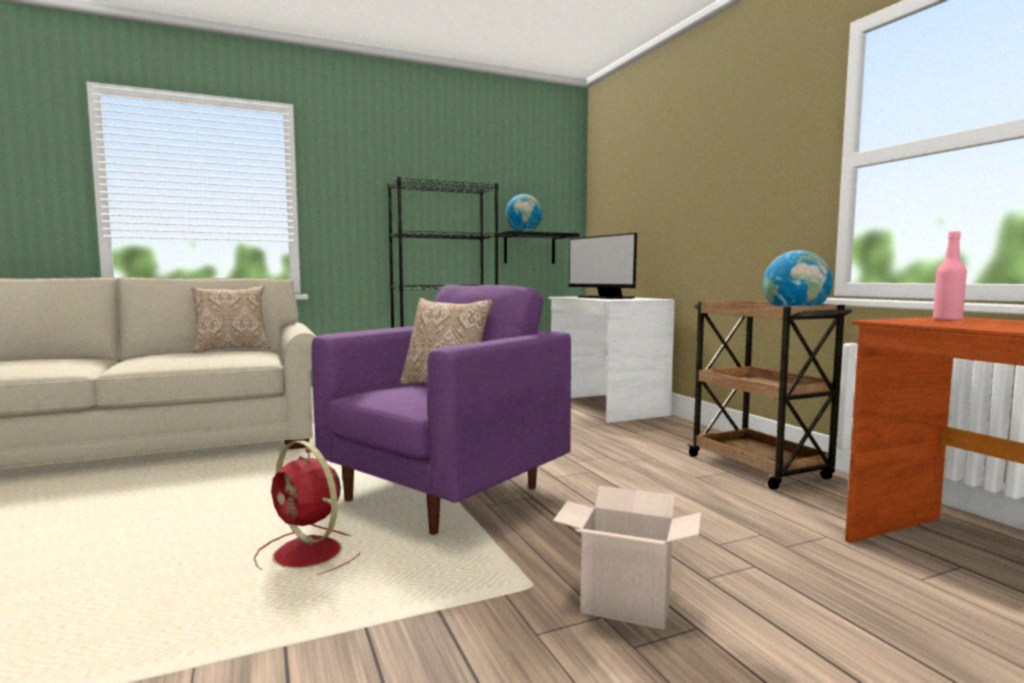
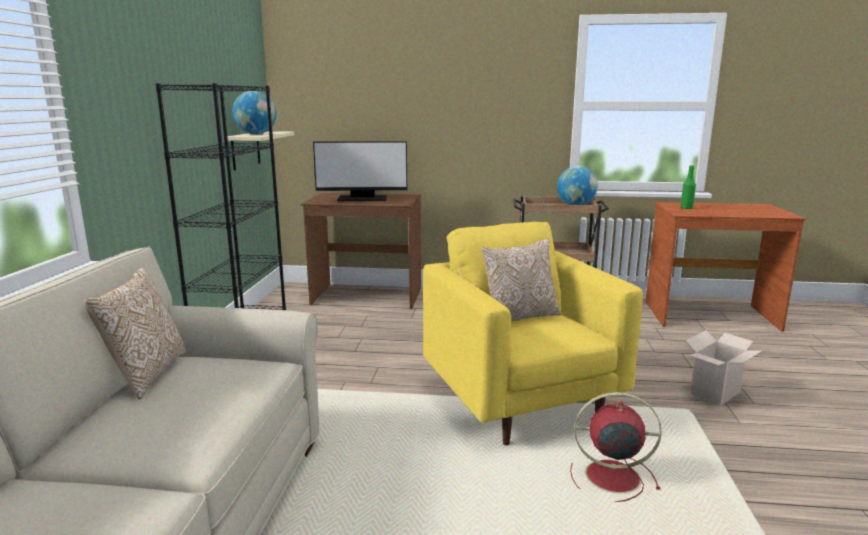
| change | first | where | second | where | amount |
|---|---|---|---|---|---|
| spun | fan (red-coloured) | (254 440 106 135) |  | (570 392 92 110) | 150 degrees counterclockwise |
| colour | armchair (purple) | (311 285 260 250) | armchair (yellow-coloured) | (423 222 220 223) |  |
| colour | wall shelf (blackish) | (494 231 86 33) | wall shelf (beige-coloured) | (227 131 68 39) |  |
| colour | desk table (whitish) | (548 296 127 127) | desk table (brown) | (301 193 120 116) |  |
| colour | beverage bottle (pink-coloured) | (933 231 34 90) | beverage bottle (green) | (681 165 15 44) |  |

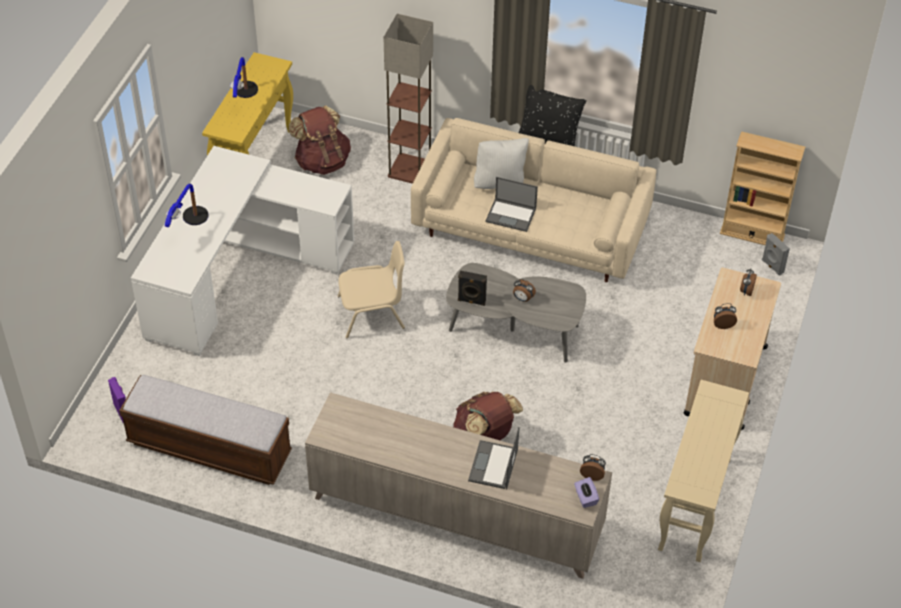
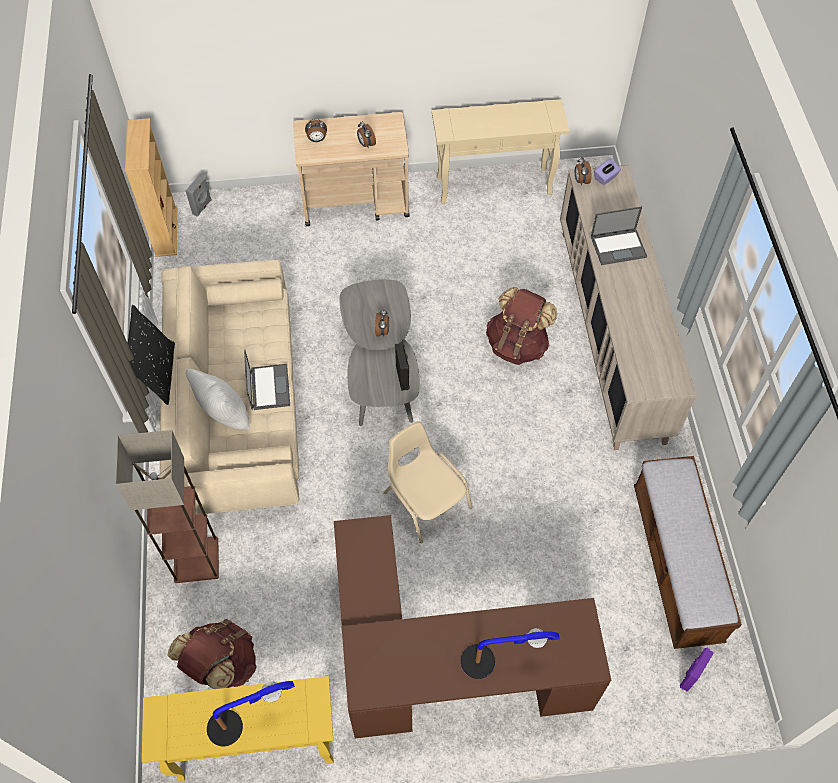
| change | first | where | second | where | amount |
|---|---|---|---|---|---|
| colour | desk table (whitish) | (131 146 223 210) | desk table (brown) | (334 515 277 224) |  |

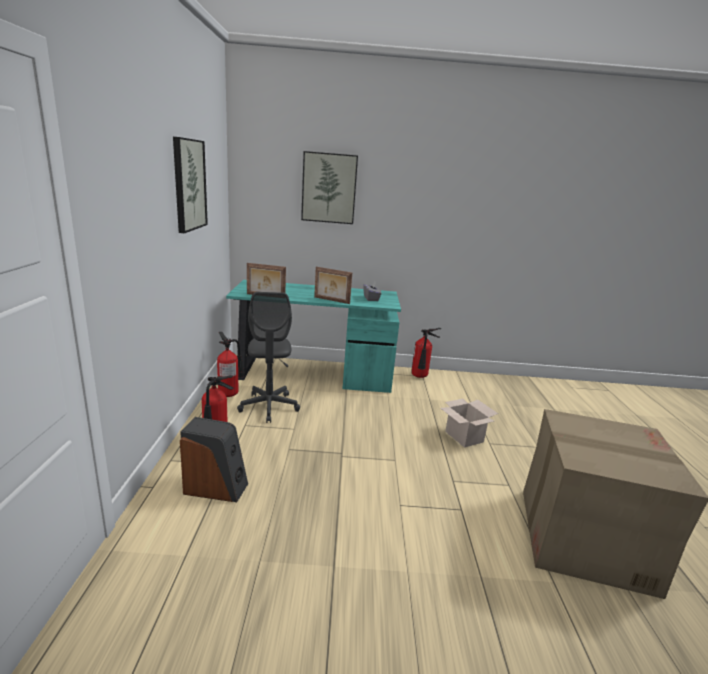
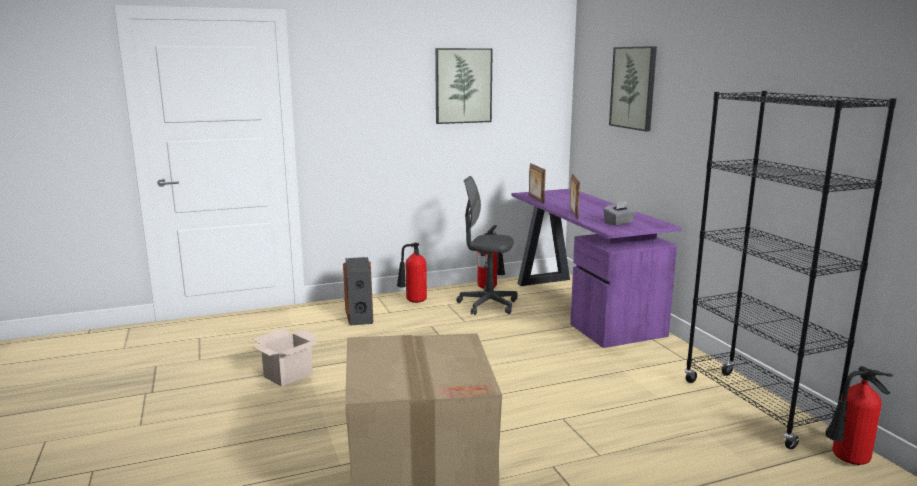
| change | first | where | second | where | amount |
|---|---|---|---|---|---|
| colour | desk table (turquoise) | (226 280 175 113) | desk table (purple) | (512 189 169 159) |  |
| spun | computer chair (greyish) | (237 292 63 131) |  | (456 176 62 139) | 45 degrees clockwise |
| relocated | fire-fighting cylinder | (411 328 30 50) |  | (826 366 67 99) |  |
| relocated | carton | (440 399 58 49) |  | (252 328 67 59) |  |
| appeared |  |  | bookcase (blackish) | (685 91 211 358) |  |

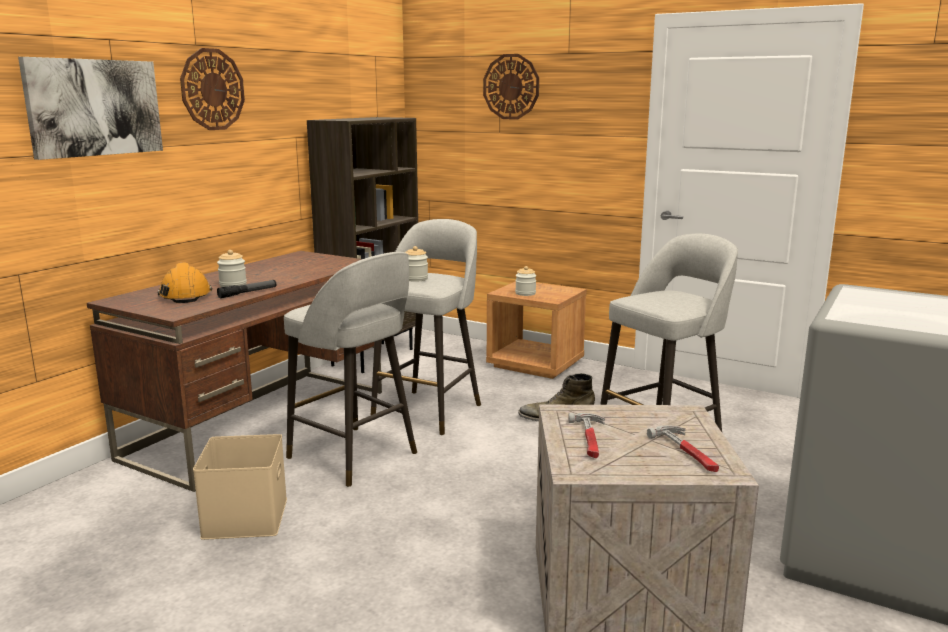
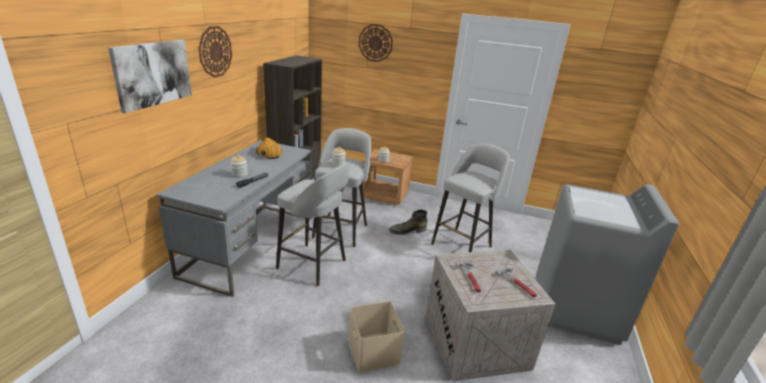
| change | first | where | second | where | amount |
|---|---|---|---|---|---|
| colour | desk table (brown) | (87 251 295 241) | desk table (greyish) | (156 140 156 157) |  |
| relocated | work helmet (orangey) | (157 263 56 40) |  | (256 138 26 21) |  |
| relocated | storage container (beige-coloured) | (193 434 94 106) |  | (348 301 57 72) |  |

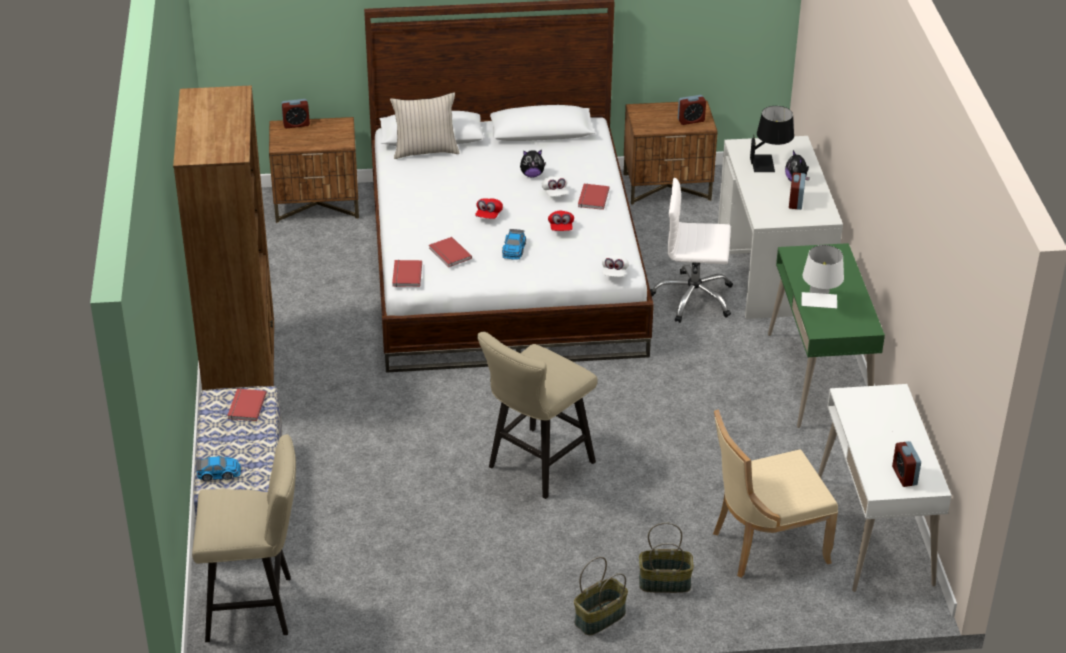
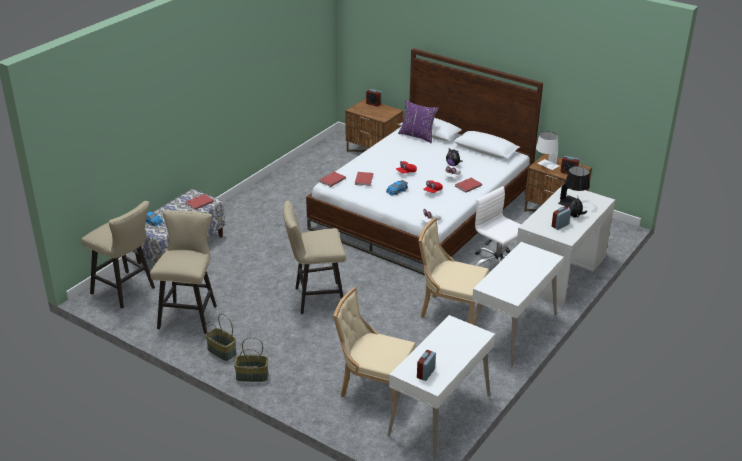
| change | first | where | second | where | amount |
|---|---|---|---|---|---|
| missing | bookcase (brown) | (173 85 101 305) |  |  |  |
| colour | cushion (beige-coloured) | (390 92 70 67) | cushion (purple) | (398 100 41 43) |  |
| relocated | household basket | (639 523 55 70) |  | (205 314 31 47) |  |
| colour | desk table (green) | (768 243 117 185) | desk table (whitish) | (472 242 92 124) |  |
| relocated | tabletop lamp (whitish) | (802 245 42 63) |  | (536 132 23 38) |  |
| appeared |  |  | stool seat (beige-coloured) | (150 210 67 124) |  |
| appeared |  |  | plain chair (beige-coloured) | (418 218 71 107) |  |

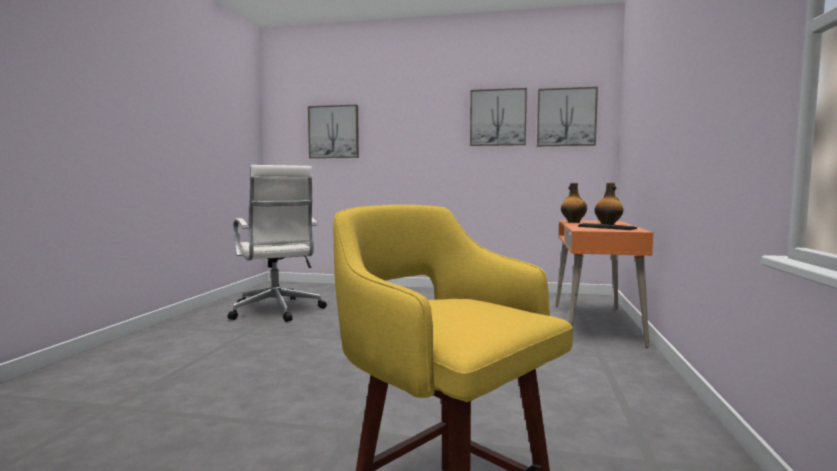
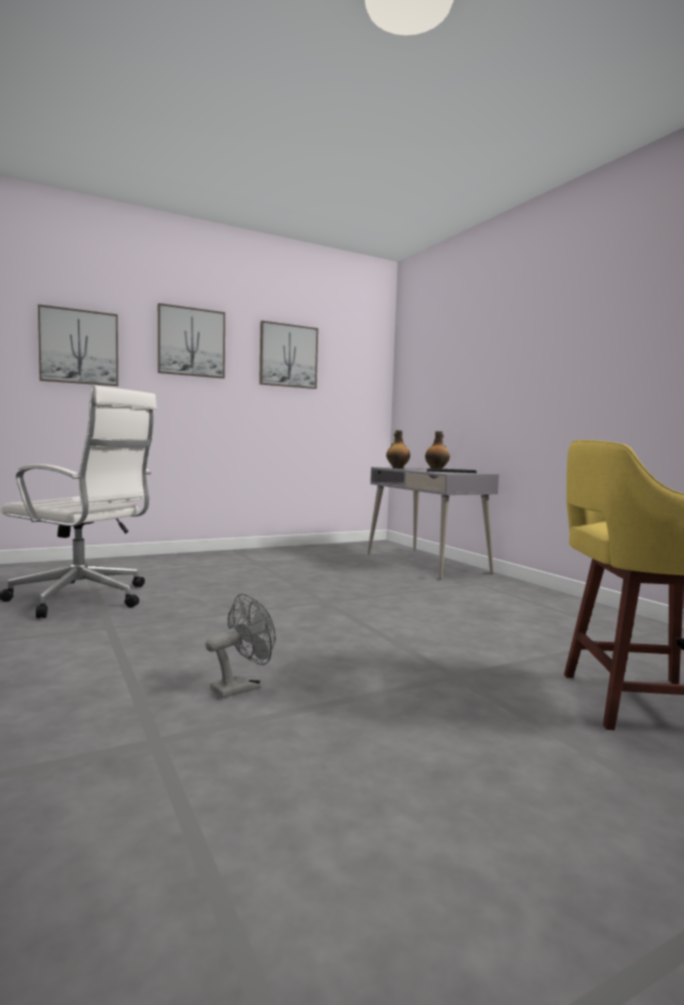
| change | first | where | second | where | amount |
|---|---|---|---|---|---|
| relocated | picture | (537 87 61 59) |  | (158 303 67 75) |  |
| colour | desk table (orangey) | (555 220 98 128) | desk table (greyish) | (367 467 132 112) |  |
| appeared |  |  | fan (greyish) | (205 594 71 104) |  |

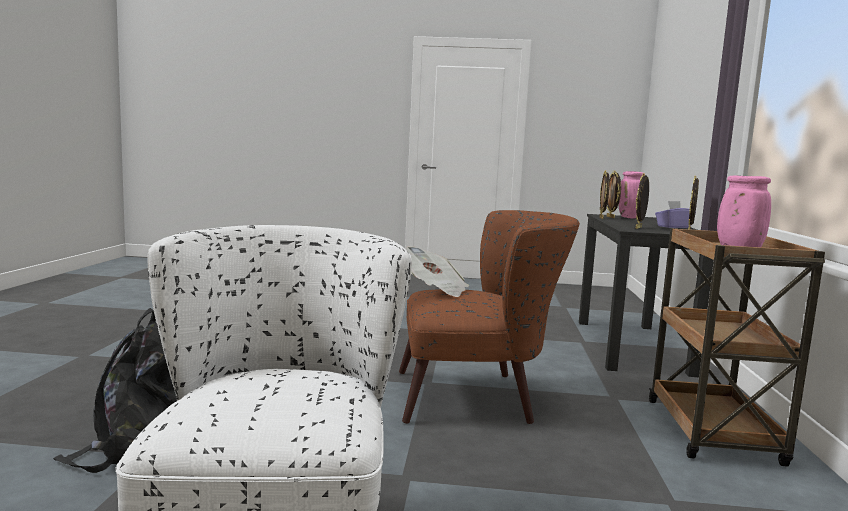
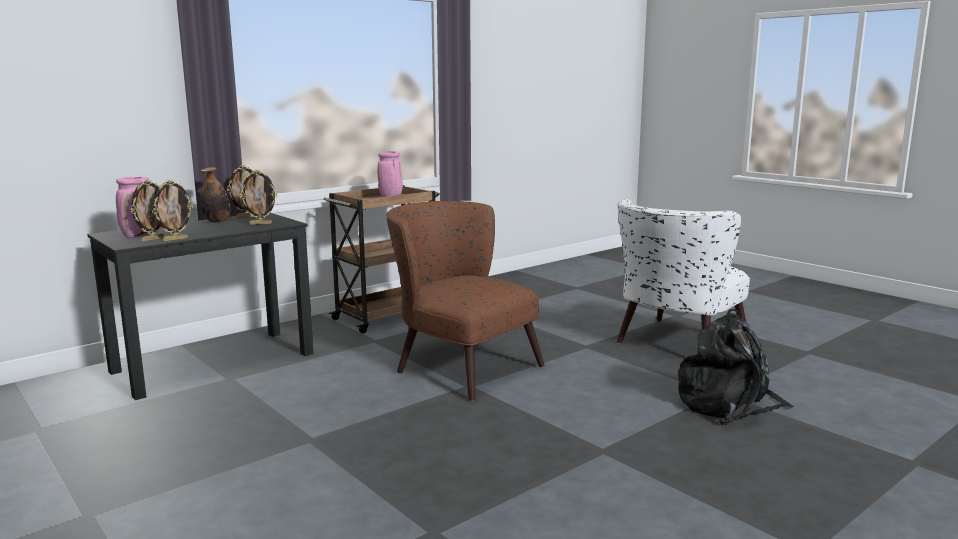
| change | first | where | second | where | amount |
|---|---|---|---|---|---|
| missing | printed paper | (406 246 63 51) |  |  |  |
| exchanged | tissue box (purple) | (655 201 41 27) | beverage bottle | (201 167 30 55) |  |

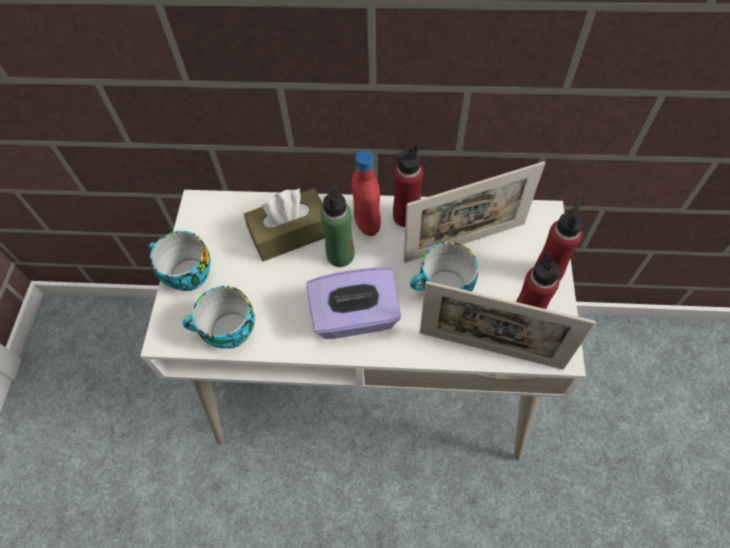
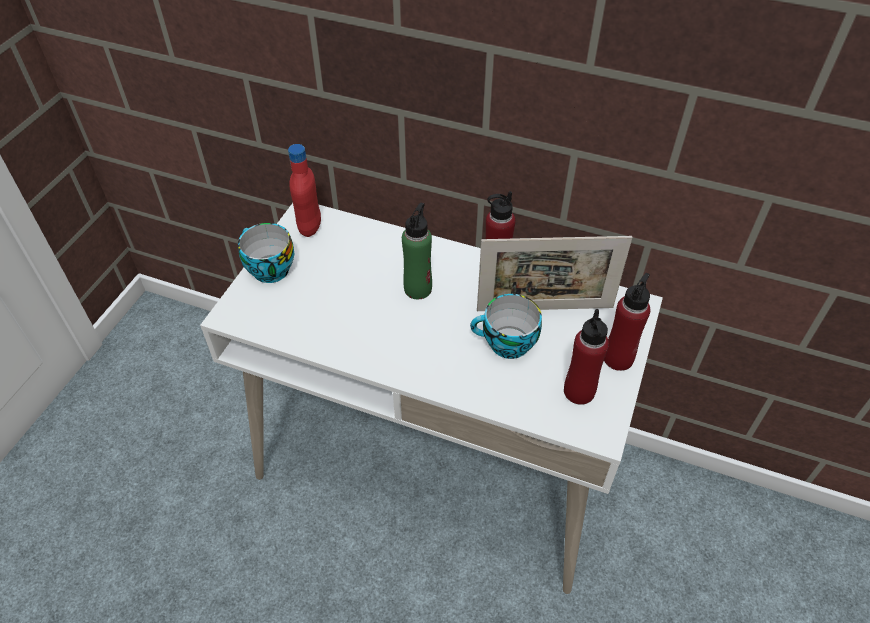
| change | first | where | second | where | amount |
|---|---|---|---|---|---|
| missing | small cup | (183 286 72 63) |  |  |  |
| missing | tissue box (brown) | (244 188 81 73) |  |  |  |
| missing | tissue box (purple) | (306 267 95 72) |  |  |  |
| relocated | beverage bottle (red-coloured) | (352 150 29 86) |  | (288 144 33 93) |  |
| missing | standing frame | (420 281 176 88) |  |  |  |

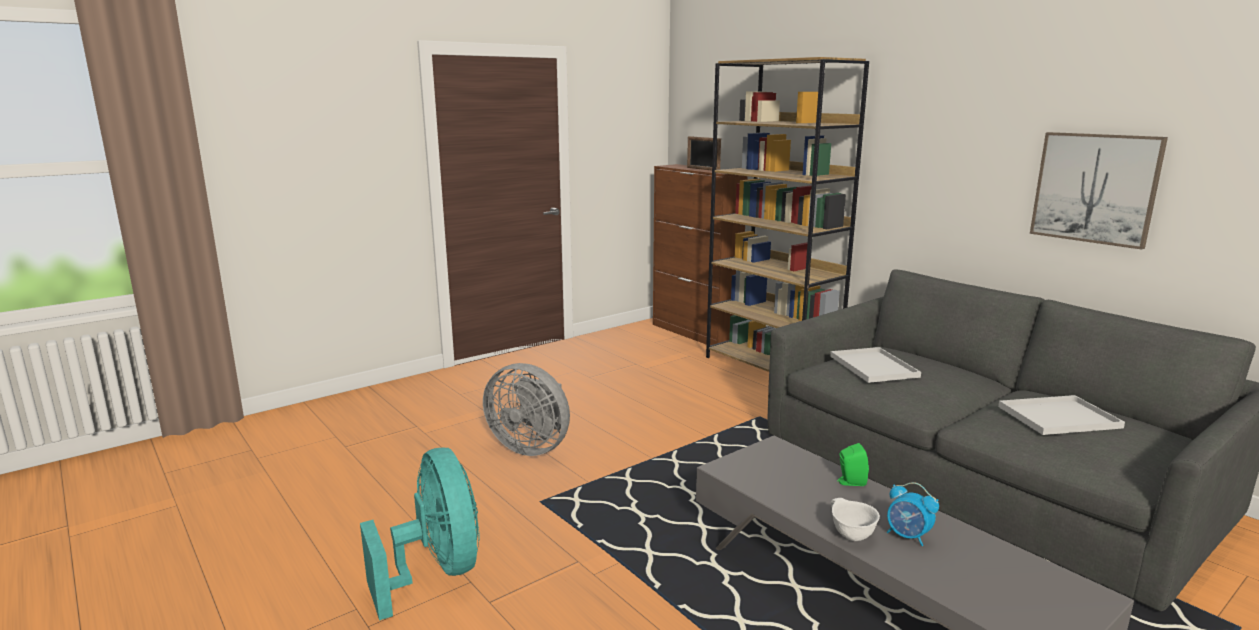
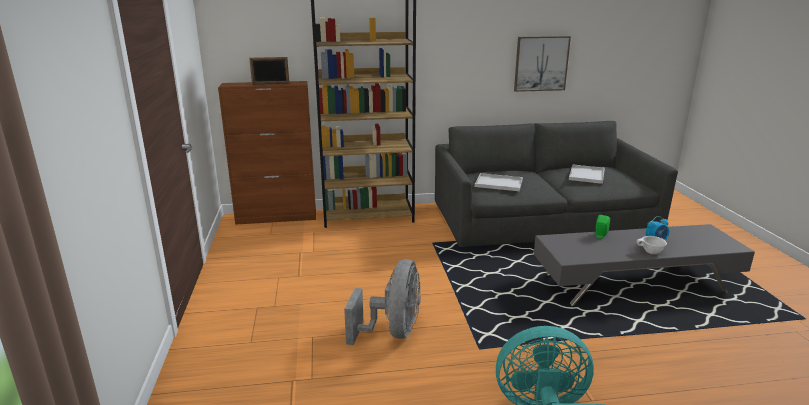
| change | first | where | second | where | amount |
|---|---|---|---|---|---|
| spun | fan (greyish) | (483 363 87 93) |  | (344 259 77 86) | 45 degrees counterclockwise |

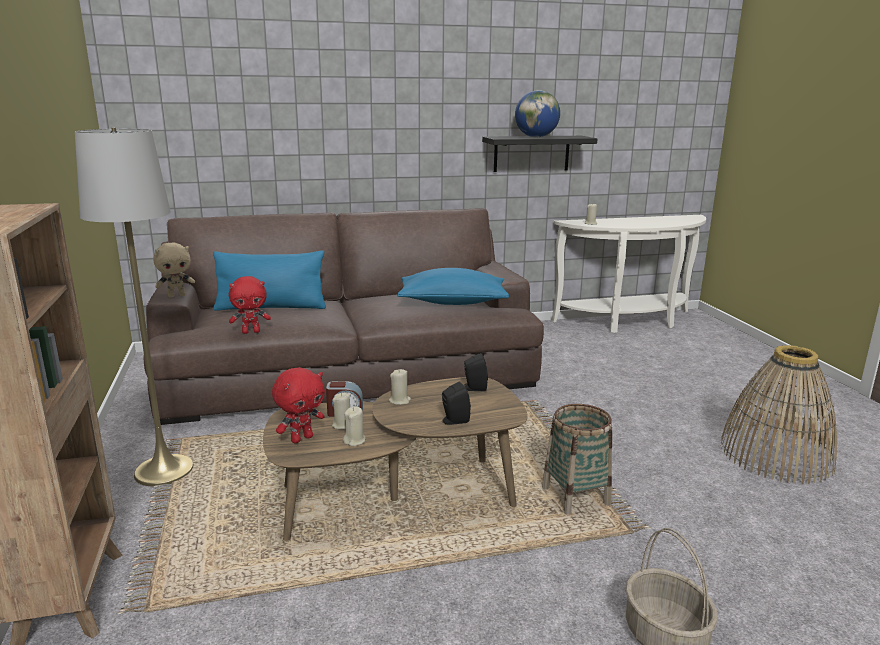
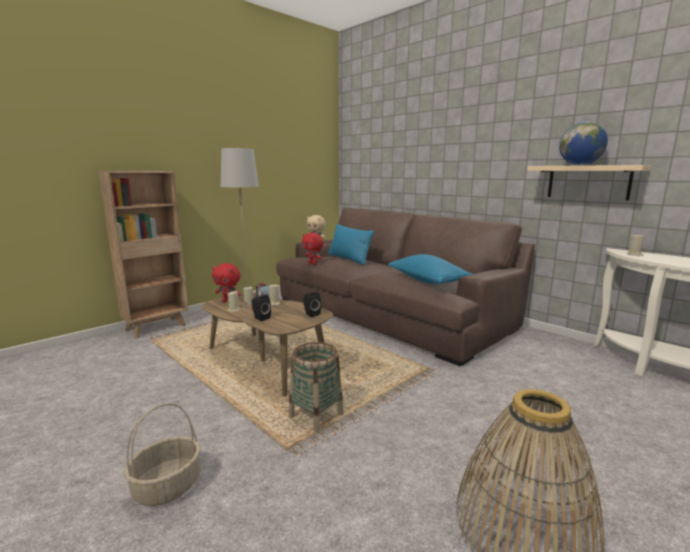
| change | first | where | second | where | amount |
|---|---|---|---|---|---|
| colour | wall shelf (blackish) | (482 136 115 36) | wall shelf (beige-coloured) | (527 165 124 35) |  |

